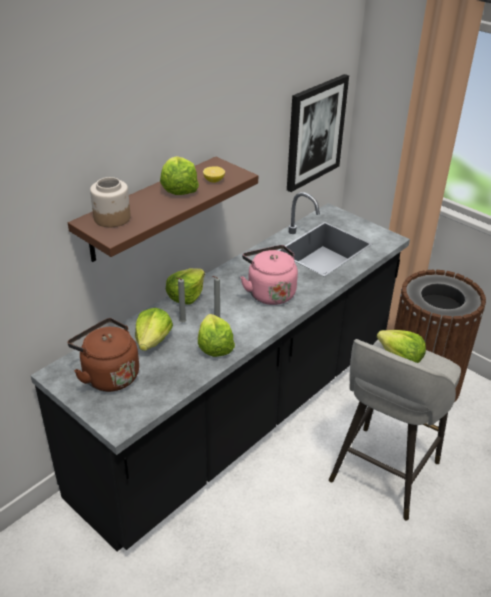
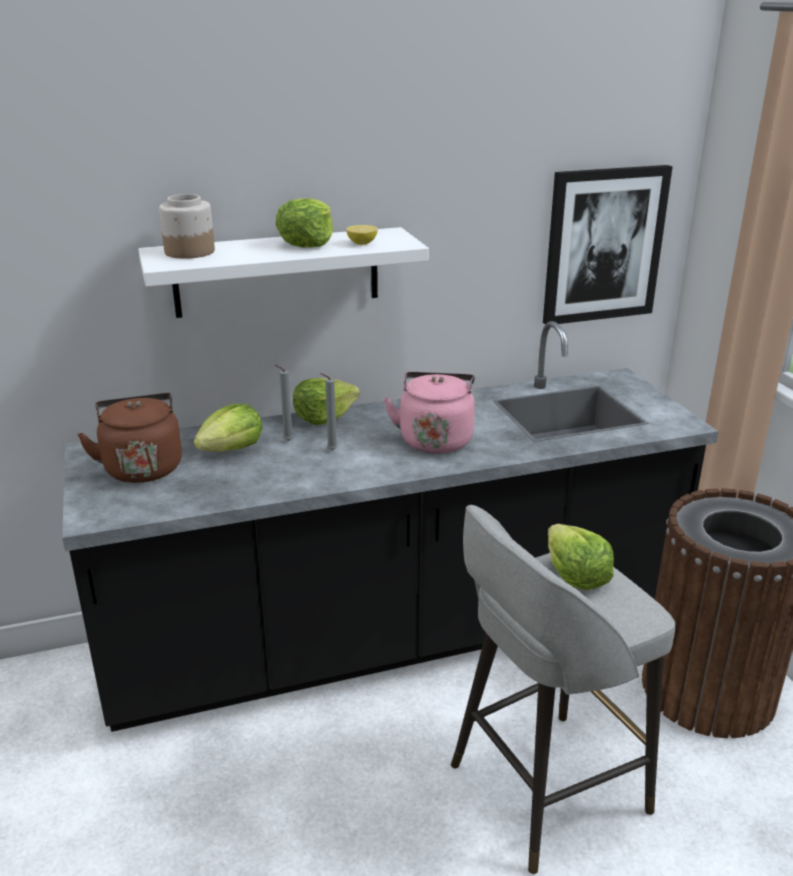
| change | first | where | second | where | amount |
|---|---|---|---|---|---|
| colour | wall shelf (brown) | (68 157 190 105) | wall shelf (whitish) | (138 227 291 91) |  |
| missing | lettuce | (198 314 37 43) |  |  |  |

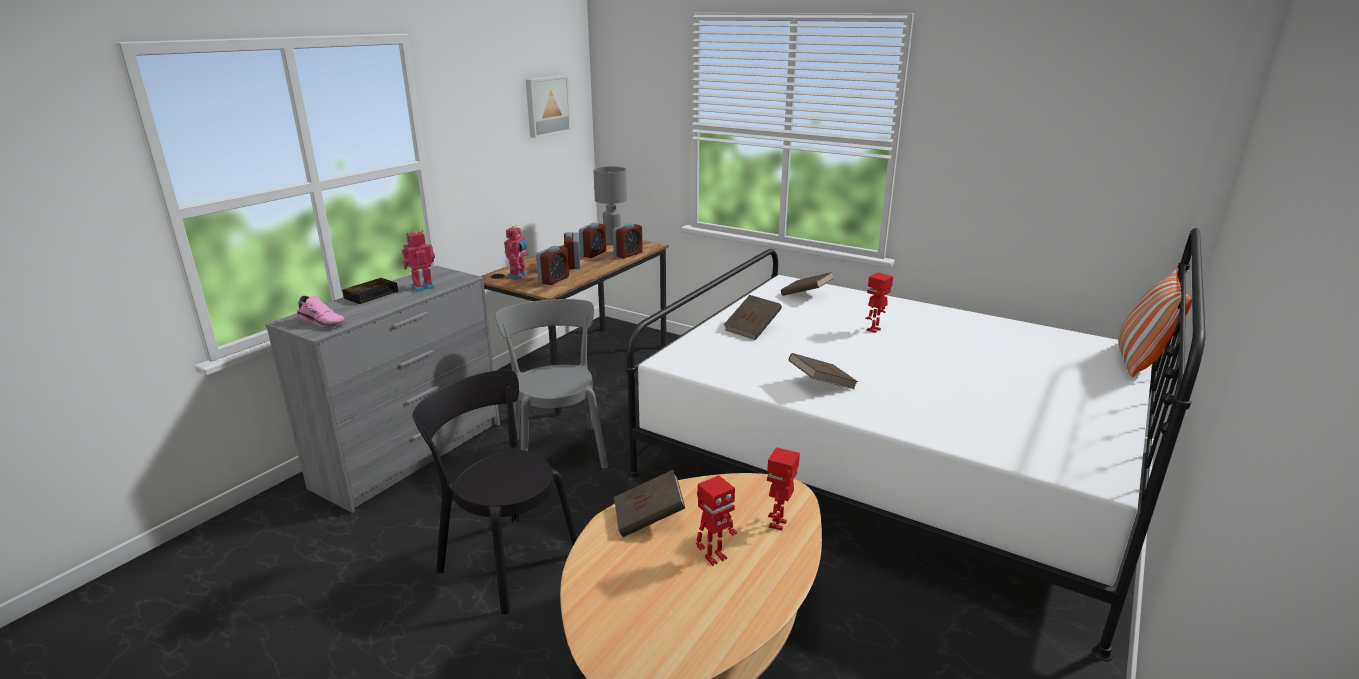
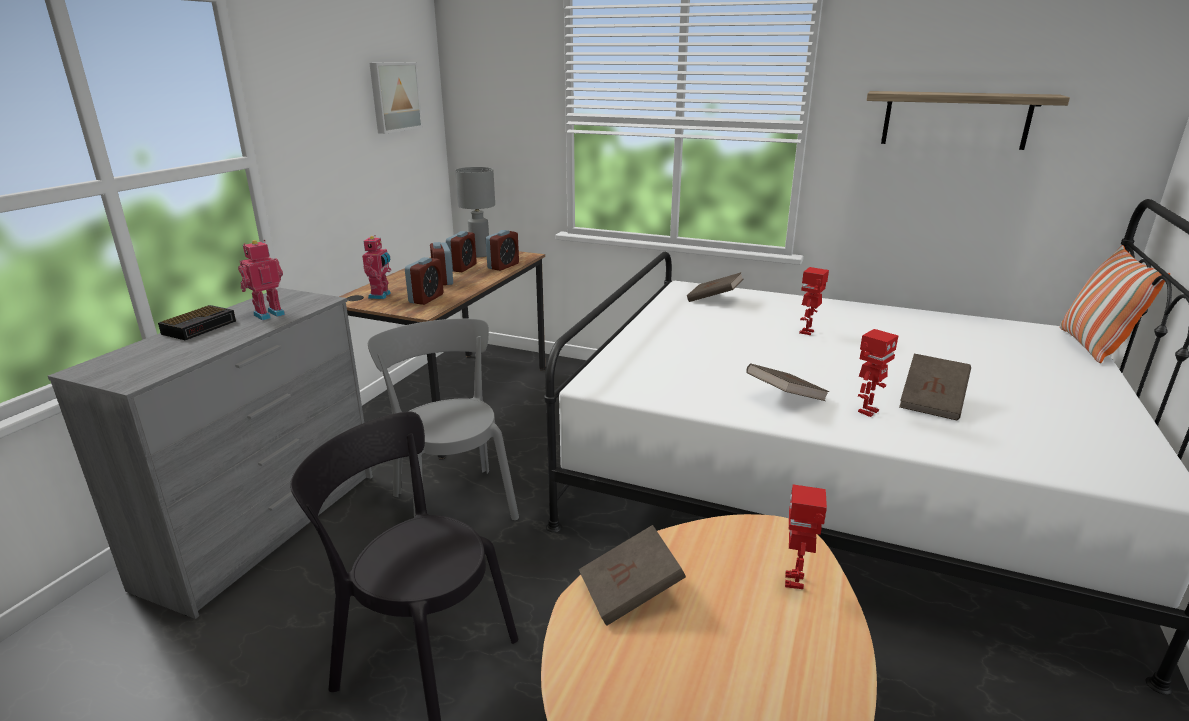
| change | first | where | second | where | amount |
|---|---|---|---|---|---|
| missing | shoe (pink-coloured) | (297 296 49 32) |  |  |  |
| relocated | model robot | (696 476 41 90) |  | (858 329 40 88) |  |
| relocated | book (brown) | (724 295 58 45) |  | (899 354 72 66) |  |
| appeared |  |  | wall shelf | (867 91 203 59) |  |

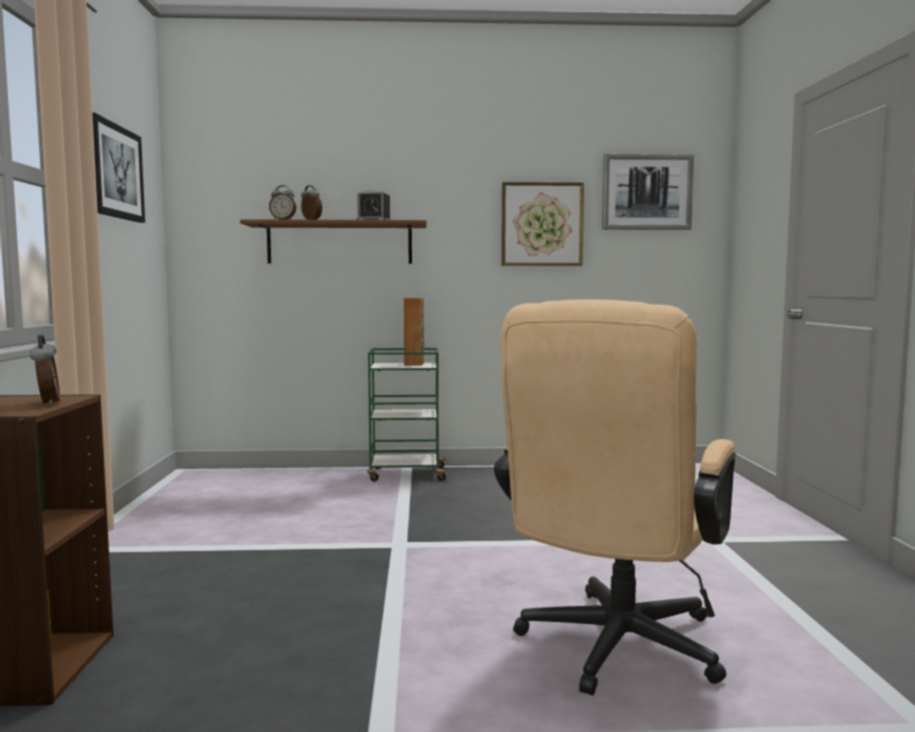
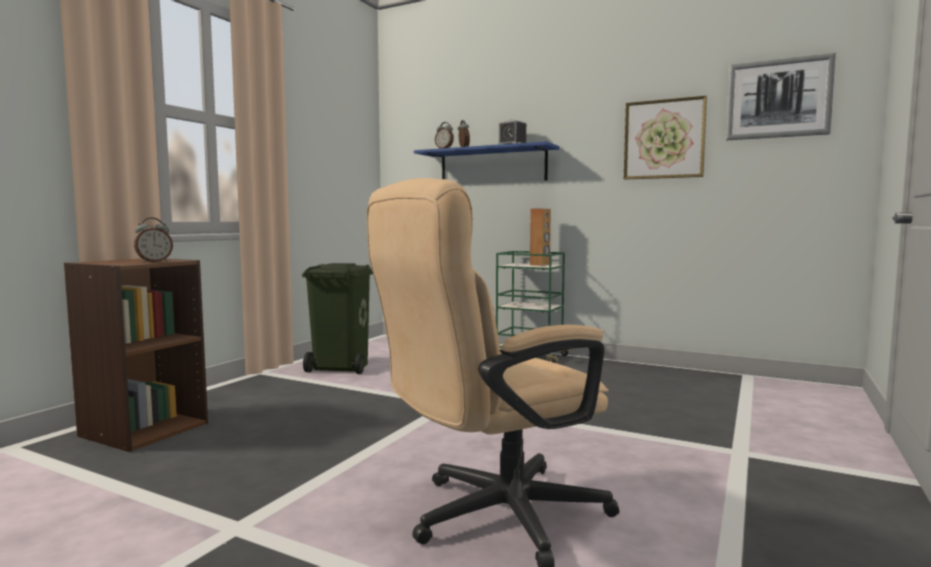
| change | first | where | second | where | amount |
|---|---|---|---|---|---|
| spun | alarm clock | (30 335 30 70) |  | (134 218 39 44) | 45 degrees clockwise |
| missing | picture | (92 113 53 110) |  |  |  |
| colour | wall shelf (brown) | (240 219 186 45) | wall shelf (blue-coloured) | (414 141 146 40) |  |
| appeared |  |  | waste bin (green) | (302 263 71 111) |  |

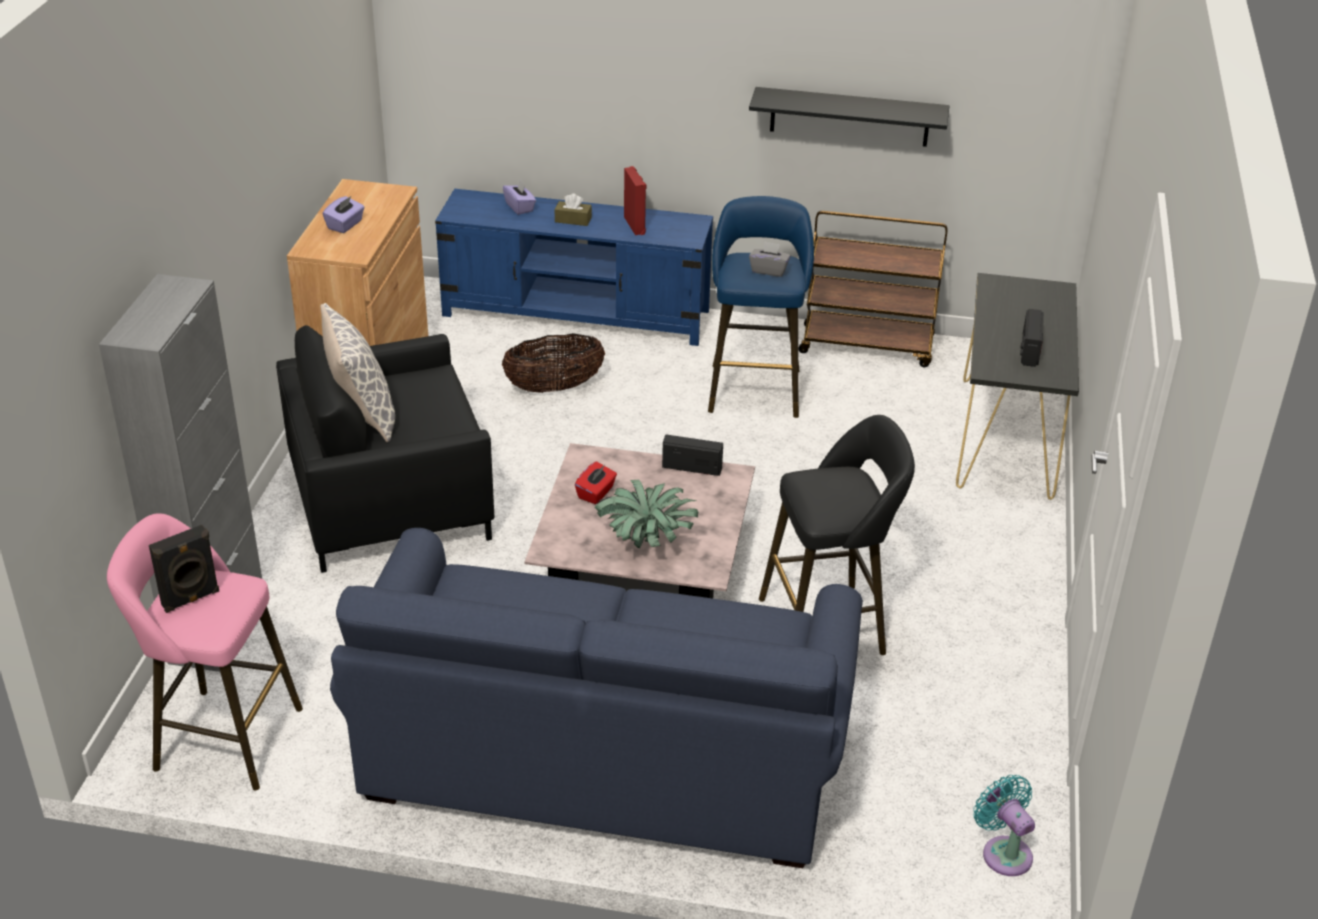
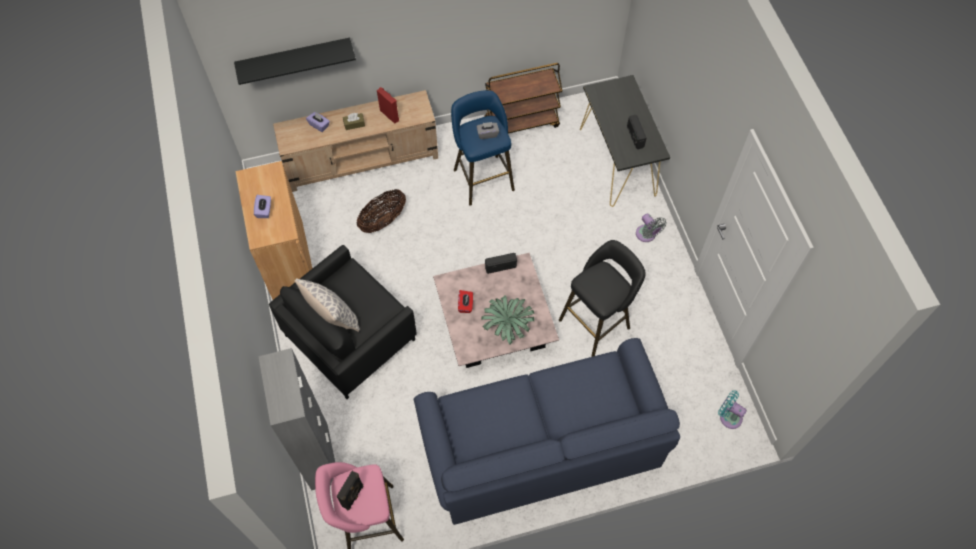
| change | first | where | second | where | amount |
|---|---|---|---|---|---|
| colour | media console (blue-coloured) | (435 189 278 157) | media console (beige-coloured) | (273 90 165 102) |  |
| relocated | wall shelf (blackish) | (749 87 200 60) |  | (234 38 122 47) |  |
| appeared |  |  | fan (greyish) | (636 214 31 28) |  |

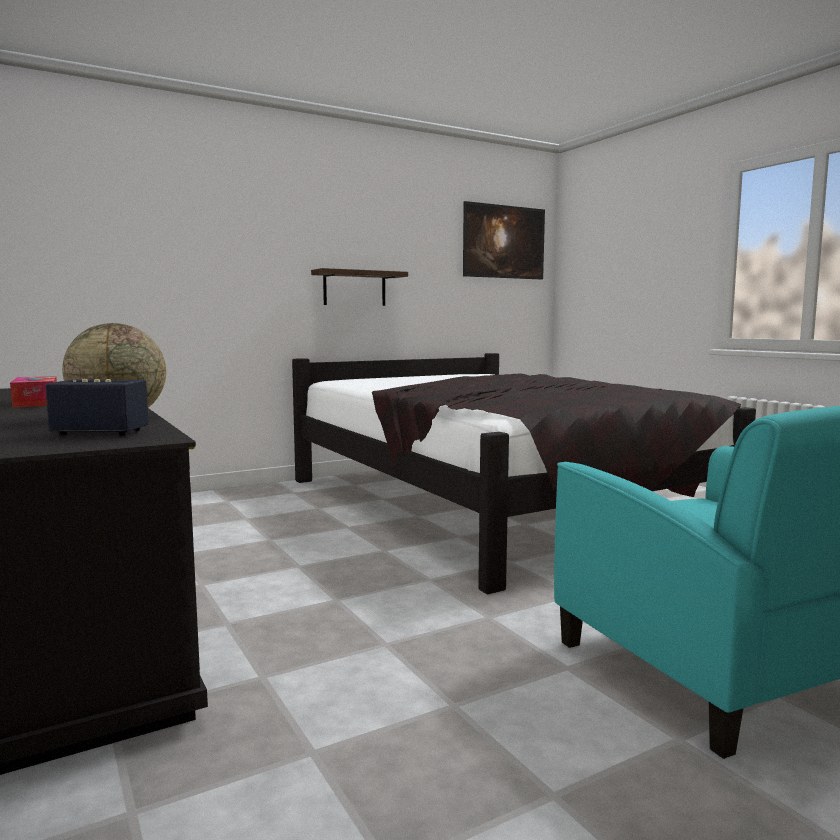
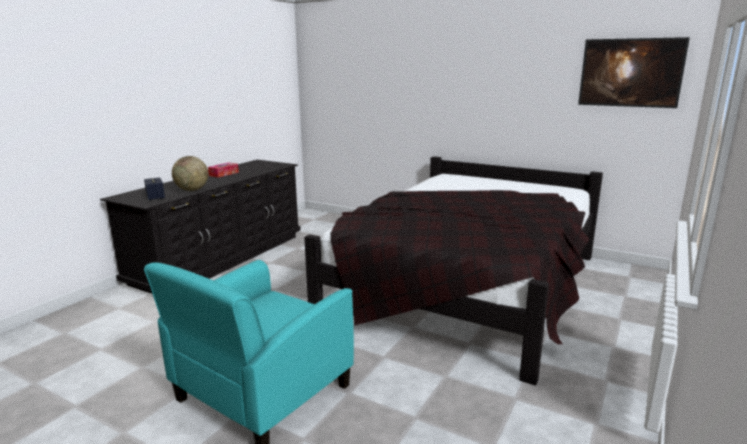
| change | first | where | second | where | amount |
|---|---|---|---|---|---|
| missing | wall shelf | (311 268 97 38) |  |  |  |

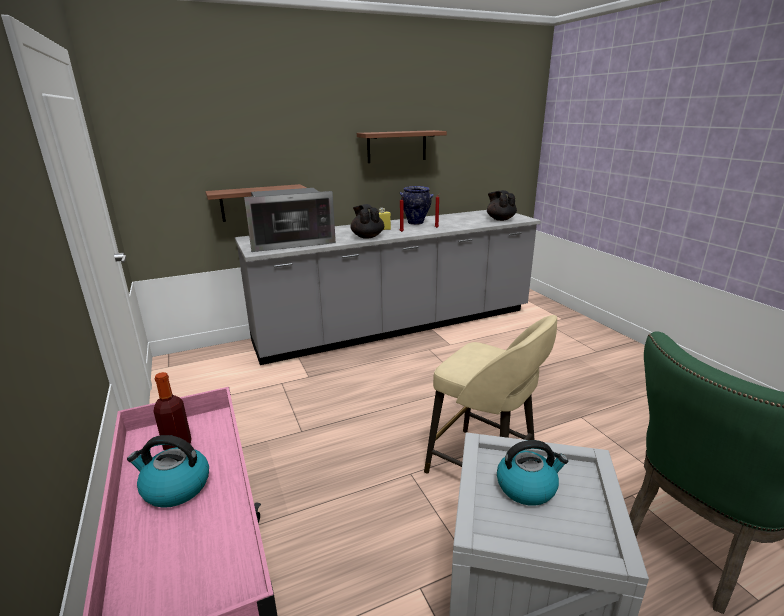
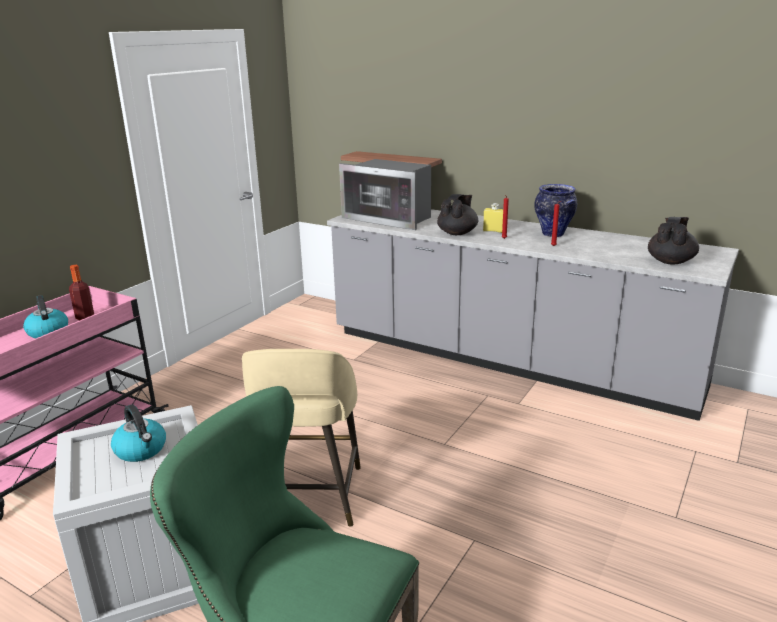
| change | first | where | second | where | amount |
|---|---|---|---|---|---|
| missing | wall shelf | (357 130 90 33) |  |  |  |

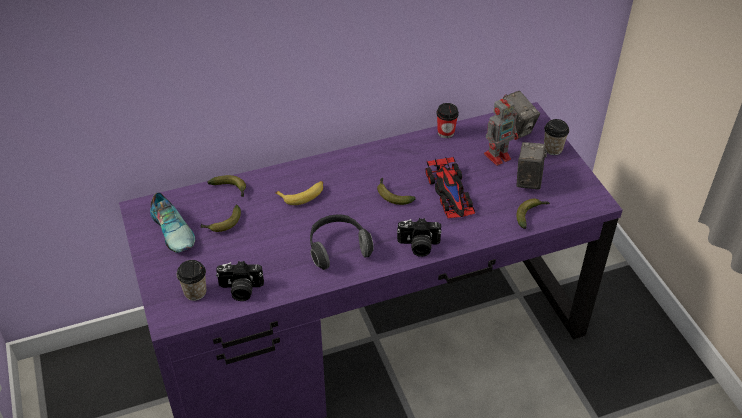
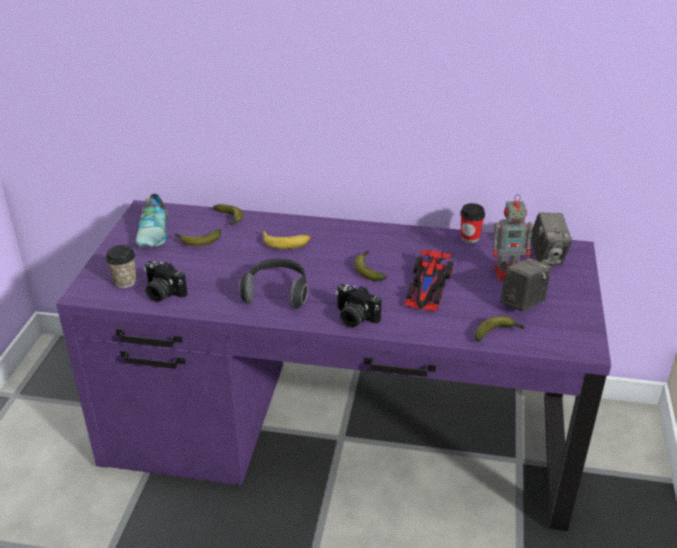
| change | first | where | second | where | amount |
|---|---|---|---|---|---|
| missing | small cup | (544 119 25 36) |  |  |  |

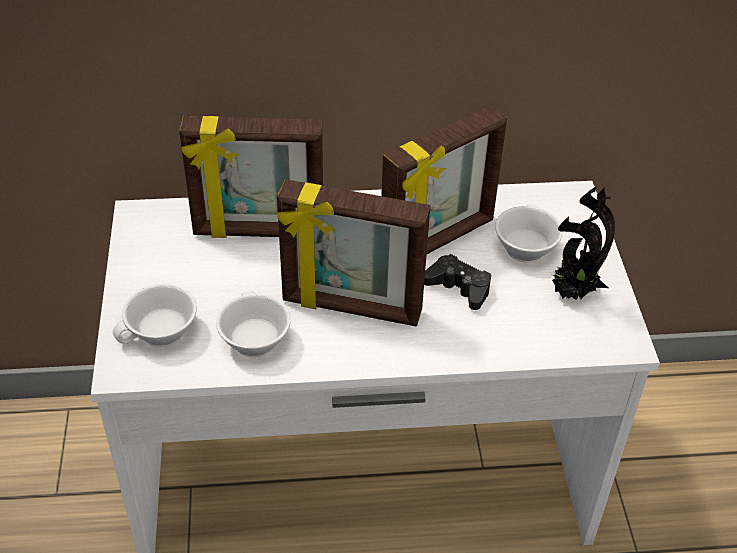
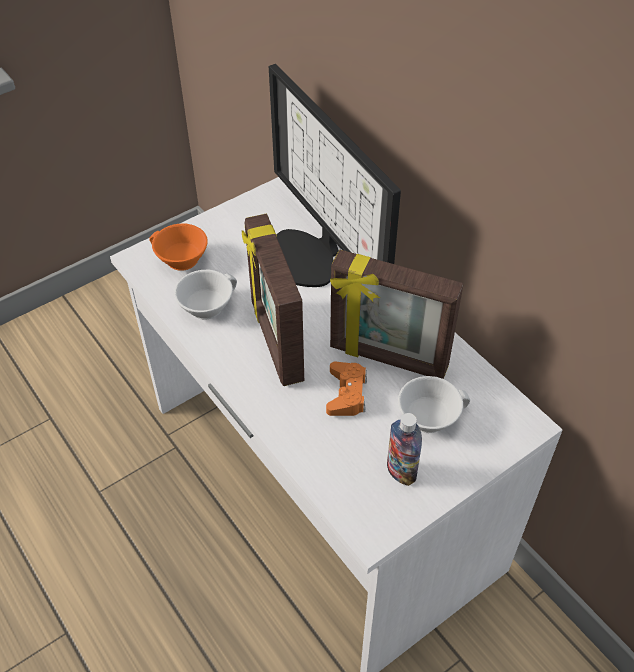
| change | first | where | second | where | amount |
|---|---|---|---|---|---|
| colour | small cup (whitish) | (113 284 84 63) | small cup (orangey) | (149 223 59 48) |  |
| exchanged | standing frame | (179 116 144 122) | computer display | (269 64 132 223) |  |
| colour | joypad (blackish) | (424 254 67 56) | joypad (orangey) | (326 362 41 54) |  |
| exchanged | potted plant | (552 186 63 113) | beverage bottle | (387 413 35 73) |  |

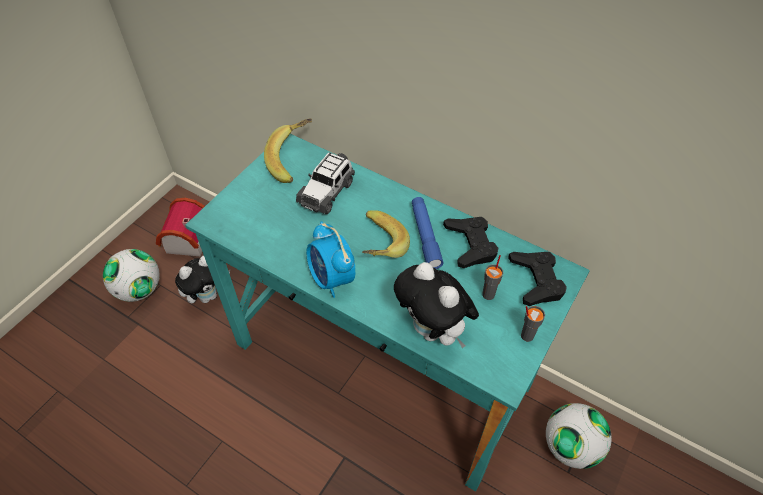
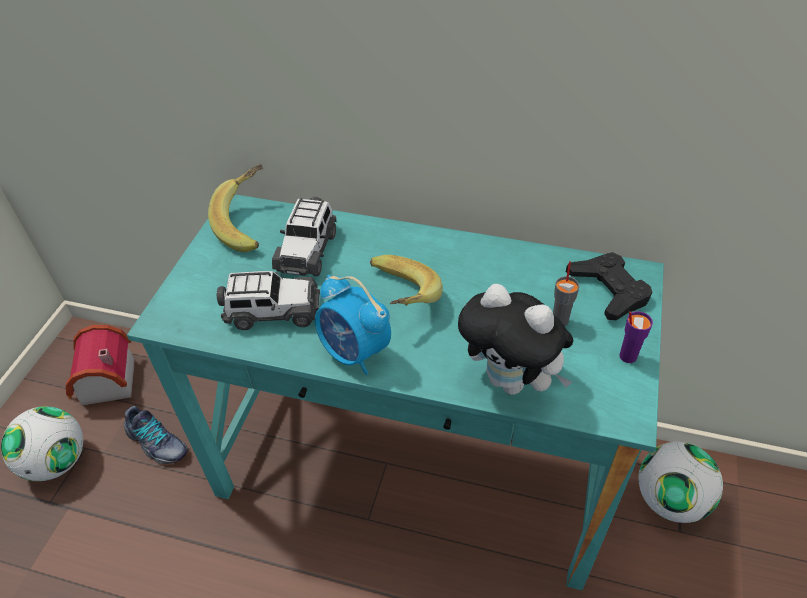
| change | first | where | second | where | amount |
|---|---|---|---|---|---|
| exchanged | cuddly toy | (175 256 55 47) | shoe | (124 406 64 58) |  |
| missing | flashlight (blue-coloured) | (412 197 31 72) |  |  |  |
| missing | joypad (blackish) | (443 217 55 51) |  |  |  |
| colour | small cup (greyish) | (521 306 24 36) | small cup (purple) | (620 311 33 52) |  |
| appeared |  |  | toy car | (217 270 103 60) |  |

